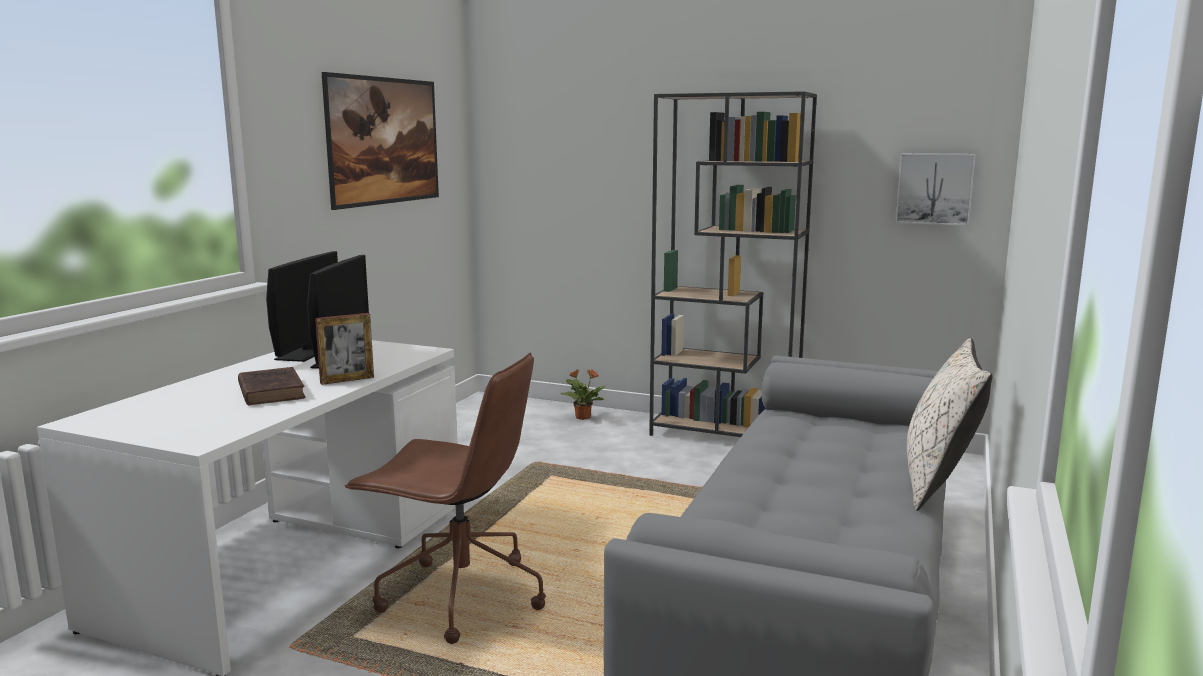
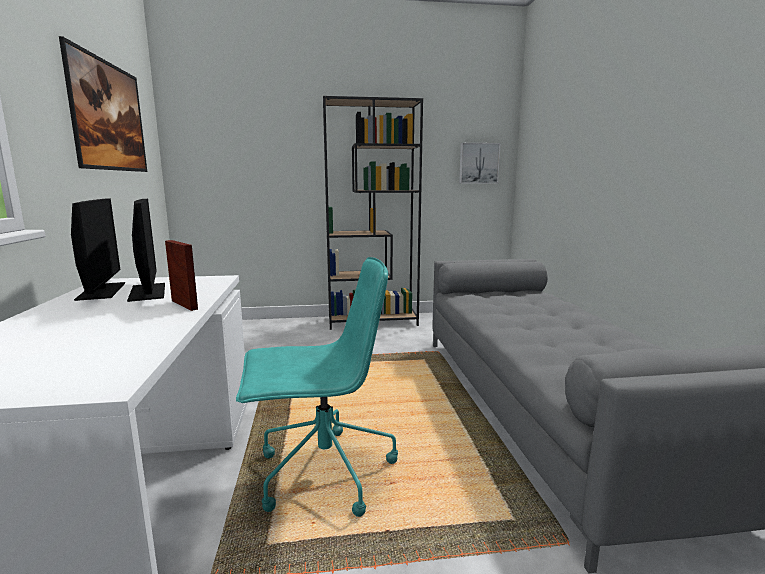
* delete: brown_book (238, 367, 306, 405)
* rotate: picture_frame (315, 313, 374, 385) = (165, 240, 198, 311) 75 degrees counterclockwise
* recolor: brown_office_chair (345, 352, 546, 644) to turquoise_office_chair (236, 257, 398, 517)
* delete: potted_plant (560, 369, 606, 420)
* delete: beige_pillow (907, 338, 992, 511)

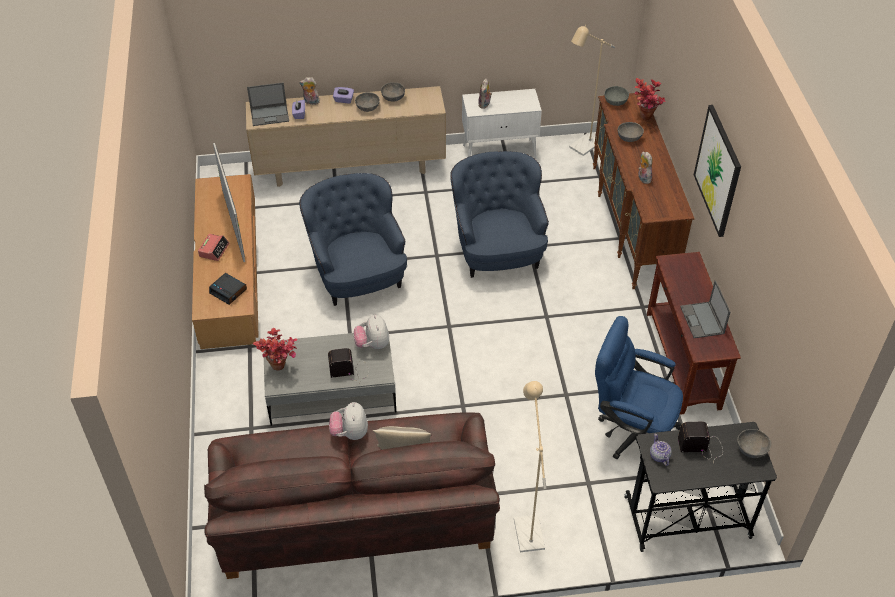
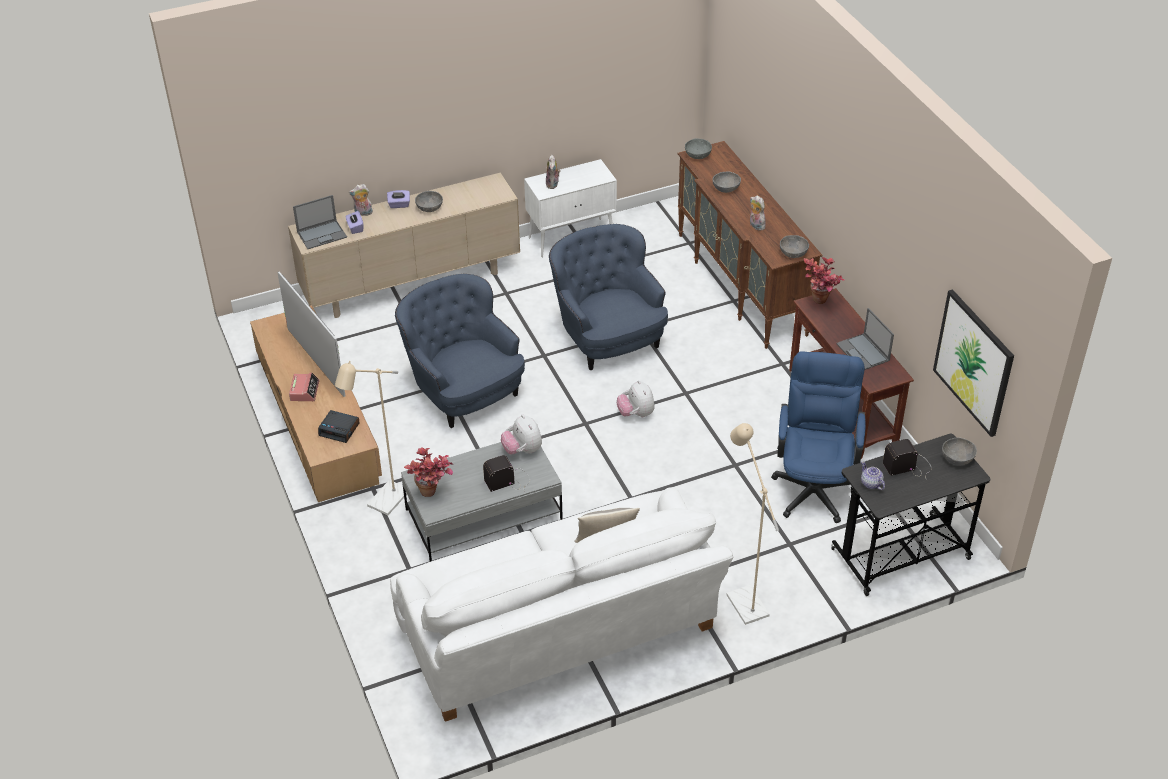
* recolor: brown_sofa (204, 412, 500, 579) to white_sofa (390, 487, 733, 722)
* move: plush_toy (329, 402, 368, 440) to (617, 380, 655, 417)
* move: grey_bowl (381, 82, 405, 102) to (780, 235, 809, 258)
* move: beige_floor_lamp (569, 25, 615, 156) to (335, 361, 407, 515)
* rotate: blue_office_chair (595, 316, 683, 460) = (771, 351, 866, 523) 90 degrees clockwise
* move: potted_plant (635, 78, 666, 120) to (804, 257, 845, 304)
* move: picture (694, 105, 741, 237) to (933, 289, 1014, 437)

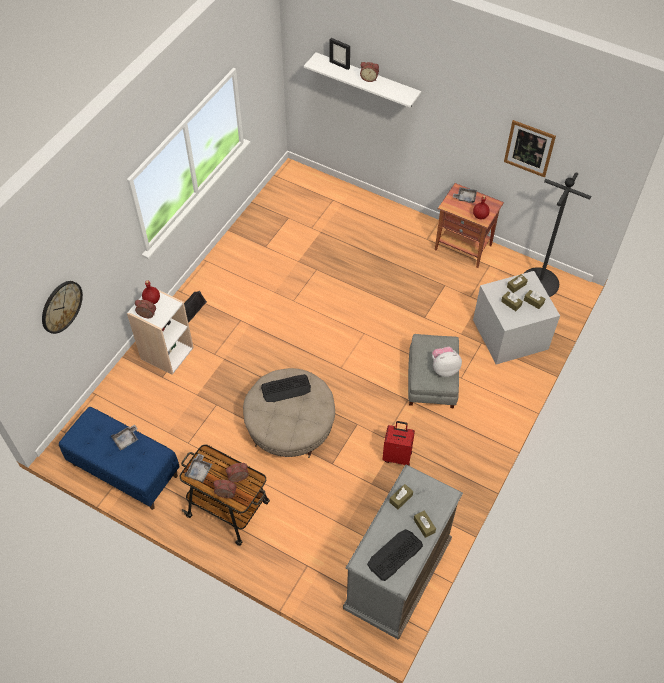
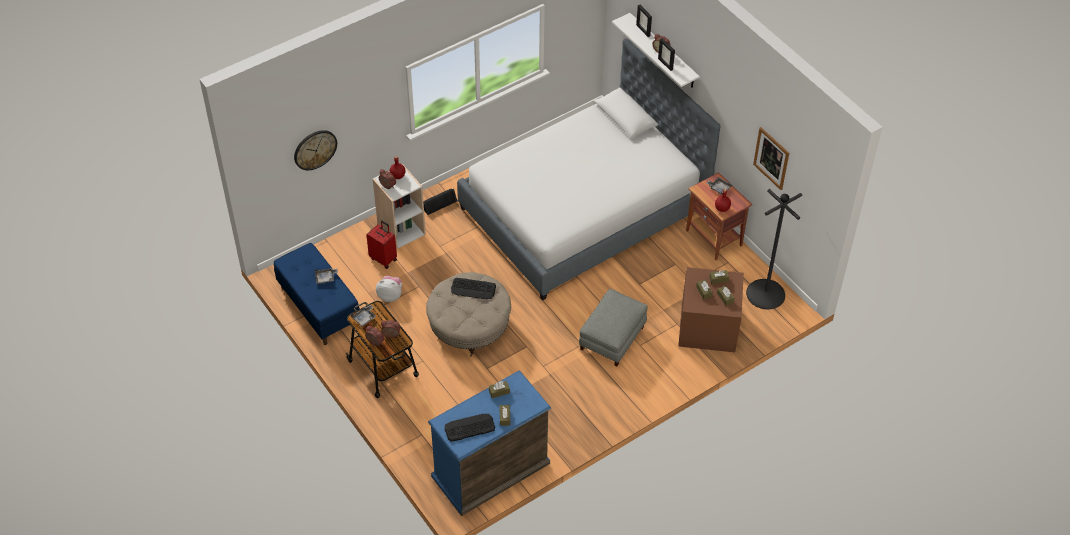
* recolor: grey_dresser (343, 465, 463, 639) to blue_dresser (428, 370, 551, 516)
* move: red_suitcase (382, 421, 415, 466) to (366, 221, 397, 269)
* move: plush_toy (432, 347, 462, 377) to (376, 276, 402, 302)
* recolor: grey_storage_box (473, 271, 560, 365) to brown_storage_box (678, 267, 744, 352)
* insert: bed (457, 39, 721, 300)
* insert: picture_frame (658, 38, 675, 71)

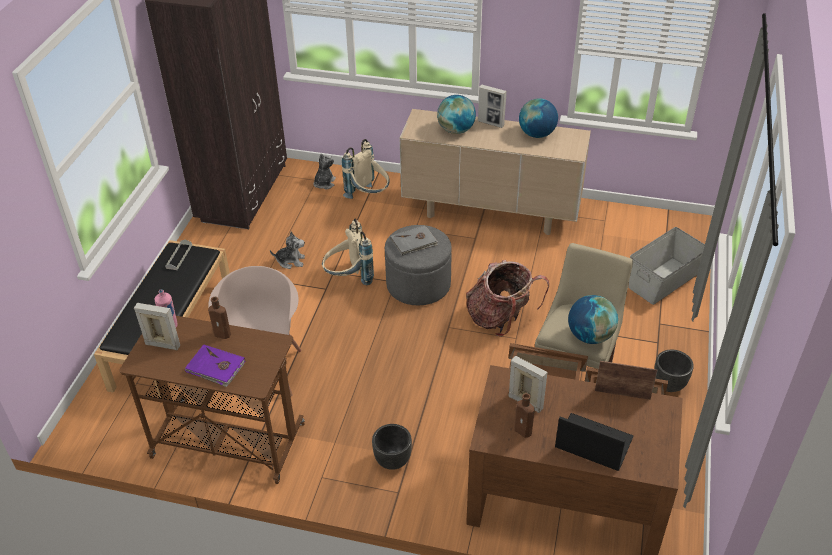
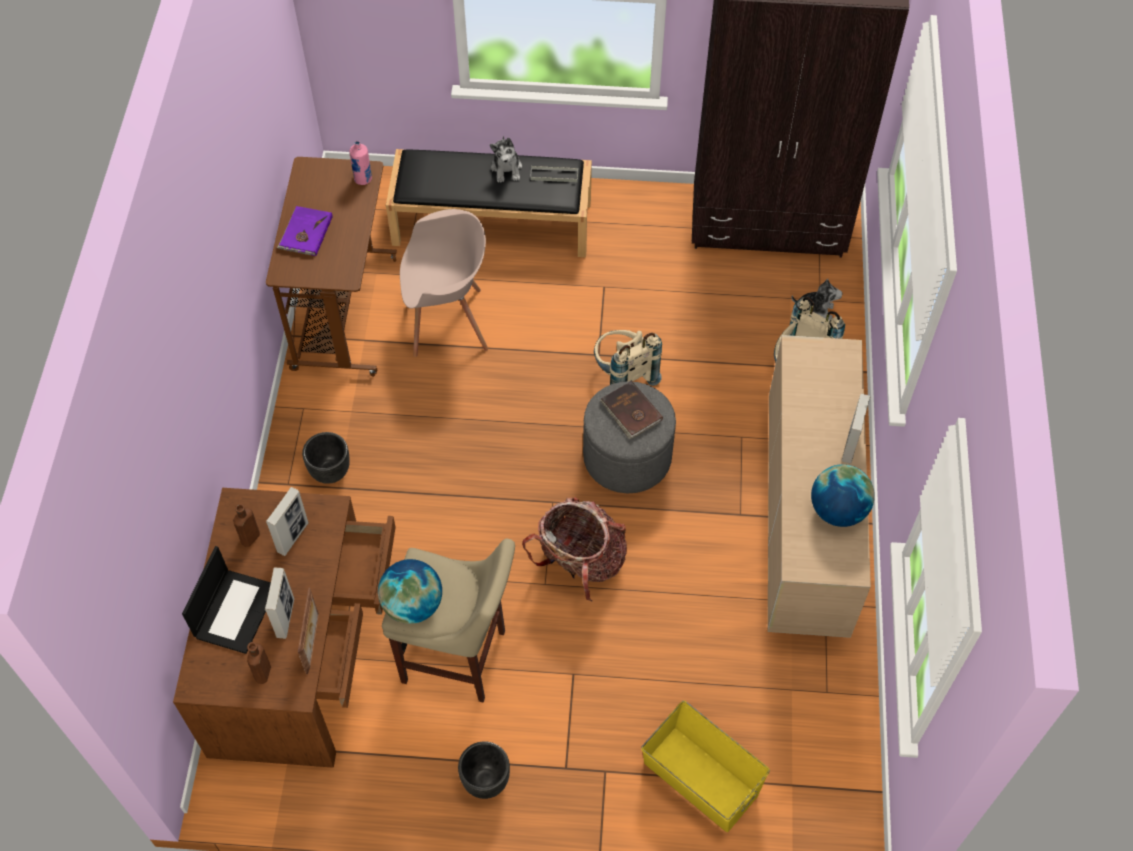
* move: picture_frame (134, 303, 180, 350) to (265, 568, 294, 639)
* move: brown_bottle (208, 297, 231, 339) to (247, 642, 271, 684)
* move: plush_toy (270, 232, 305, 269) to (490, 136, 522, 183)
* recolor: grey_book (390, 225, 438, 256) to brown_book (600, 381, 663, 440)
* delete: globe (437, 95, 476, 134)
* recolor: grey_storage_box (628, 227, 705, 305) to yellow_storage_box (641, 701, 770, 832)

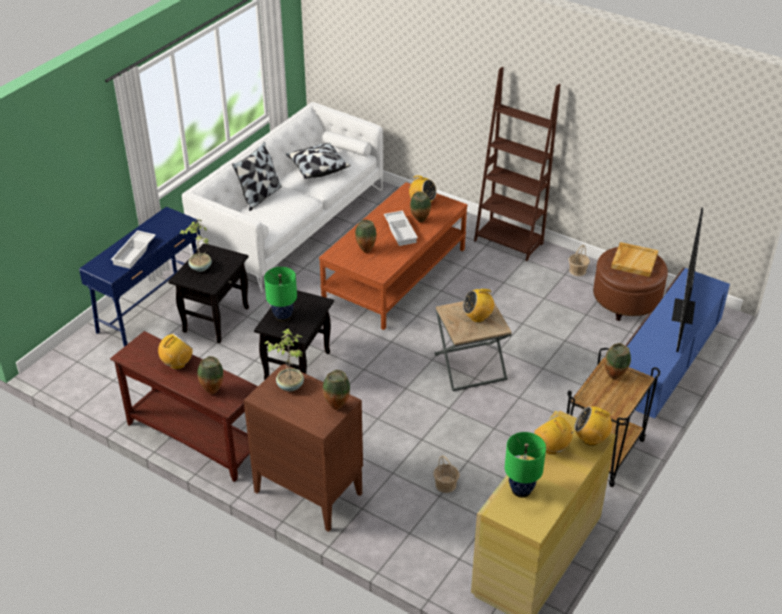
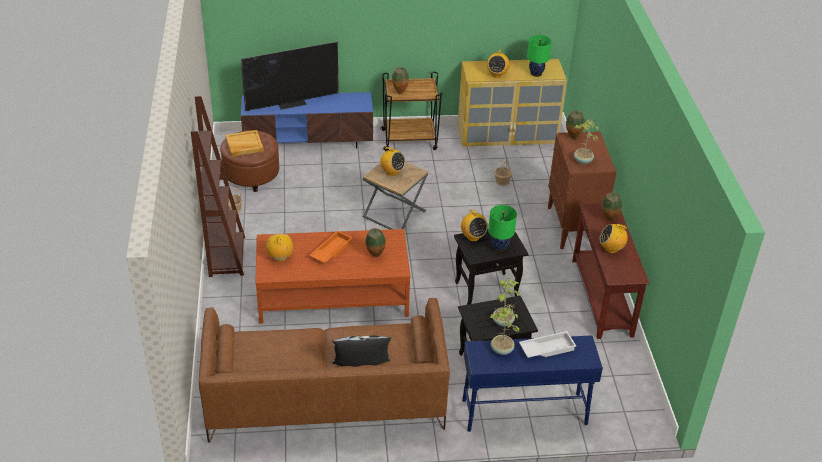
* recolor: white_sofa (182, 102, 383, 293) to brown_sofa (199, 298, 450, 443)
* delete: pillow (286, 143, 350, 179)
* recolor: white_tray (384, 210, 418, 246) to orange_tray (309, 231, 352, 263)
* delete: vase (410, 192, 431, 223)
* move: radio (574, 406, 616, 446) to (461, 209, 488, 241)
* insert: potted_plant (490, 305, 519, 355)

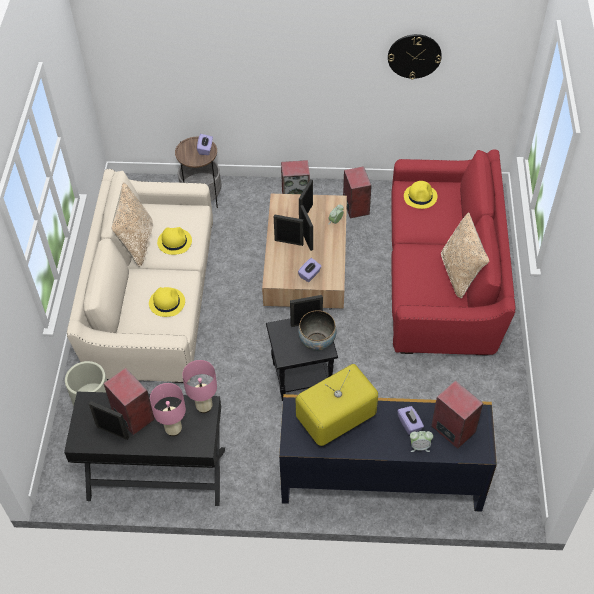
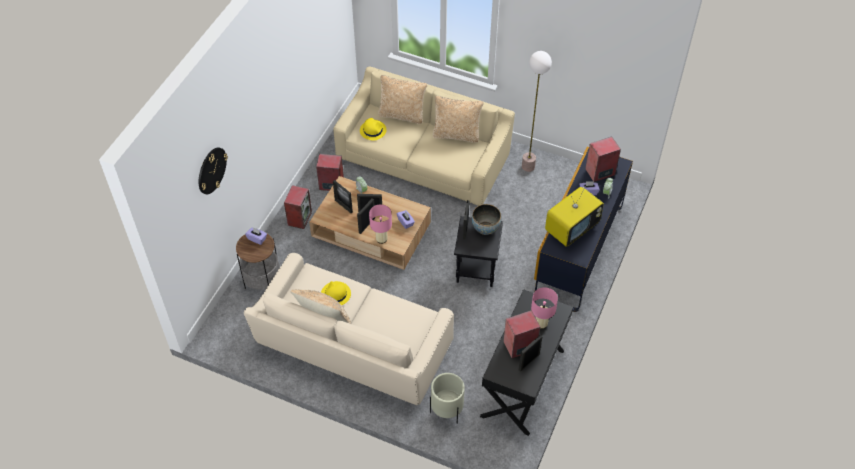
* delete: yellow_hat (149, 287, 185, 317)
* move: pink_table_lamp (182, 360, 217, 413) to (369, 204, 392, 244)
* rotate: television (296, 364, 378, 446) = (545, 186, 604, 247) 120 degrees counterclockwise
* move: wall_clock (388, 34, 442, 79) to (199, 147, 228, 194)
* recolor: red_sofa (391, 149, 516, 356) to beige_sofa (333, 66, 515, 205)
* insert: beige_pillow (379, 75, 428, 124)
* insert: floor_lamp (522, 51, 552, 172)

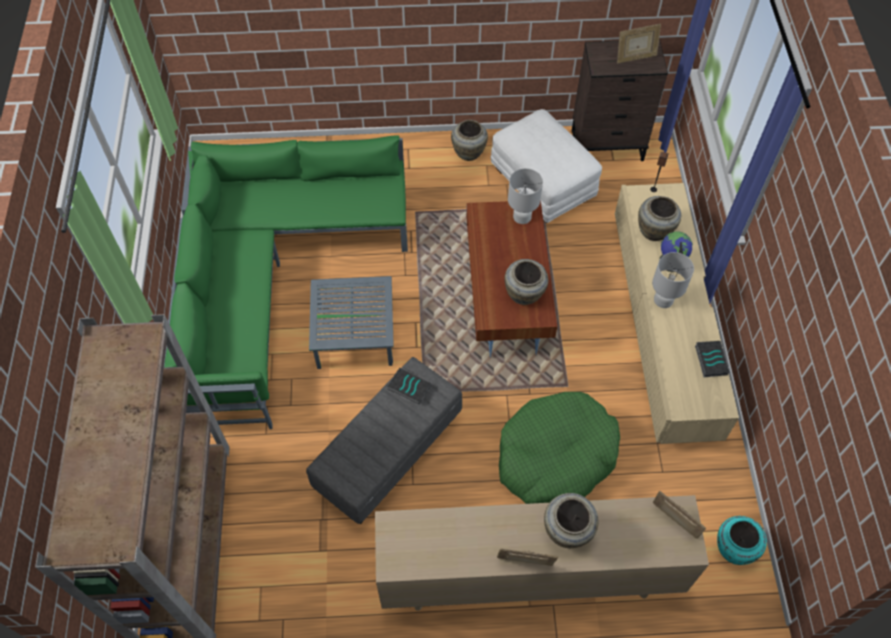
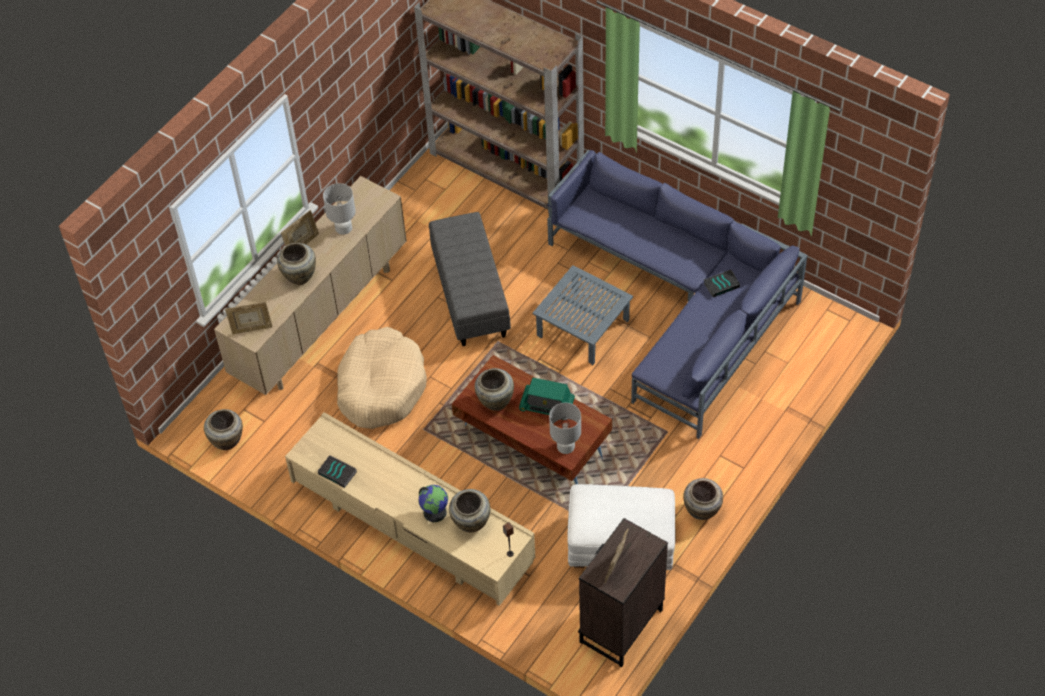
* recolor: green_sofa (164, 135, 408, 429) to blue_sofa (533, 149, 808, 439)
* move: book (387, 368, 431, 405) to (704, 270, 740, 297)
* recolor: green_dog_bed (499, 392, 620, 504) to beige_dog_bed (337, 327, 427, 429)
* move: grey_table_lamp (652, 252, 694, 308) to (323, 183, 356, 235)
* recolor: turquoise_vase (717, 516, 767, 565) to beige_vase (204, 409, 243, 450)
* insert: radio (519, 378, 575, 420)

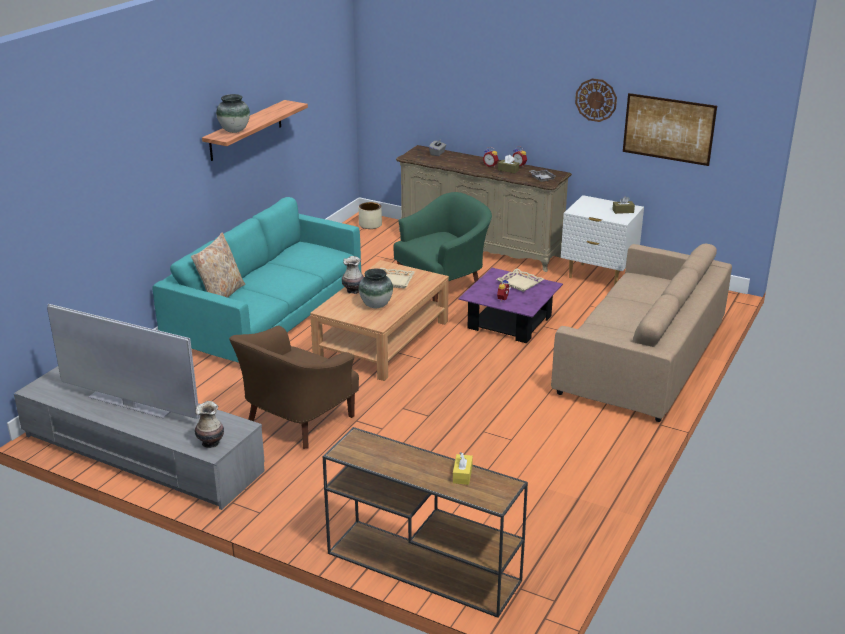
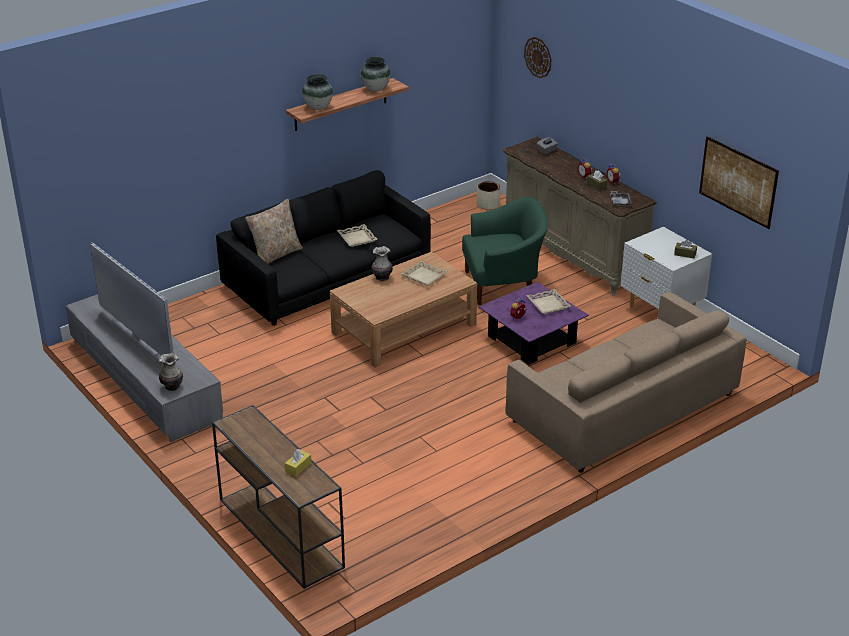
* recolor: turquoise_sofa (152, 197, 361, 363) to black_sofa (216, 170, 431, 326)
* delete: brown_armchair (229, 326, 359, 449)
* move: vase (359, 269, 393, 308) to (361, 57, 390, 92)
* move: wall_clock (575, 78, 617, 122) to (524, 37, 552, 78)
* insert: beige_tray (337, 224, 377, 247)

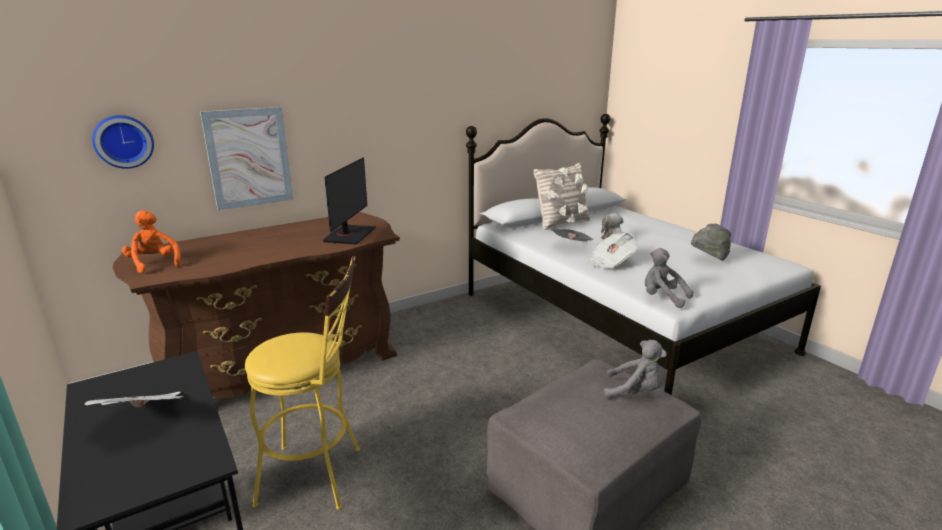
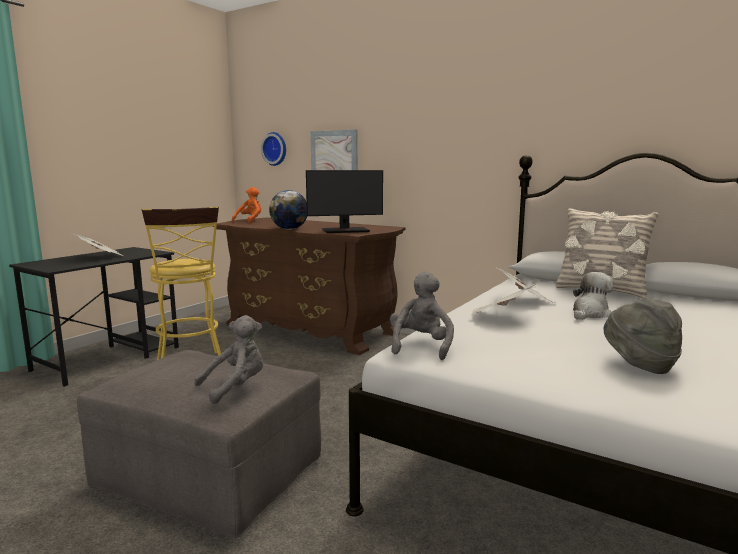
* rotate: grey_plush_toy (604, 340, 667, 399) = (194, 315, 264, 404) 120 degrees counterclockwise
* insert: globe (269, 190, 308, 229)

